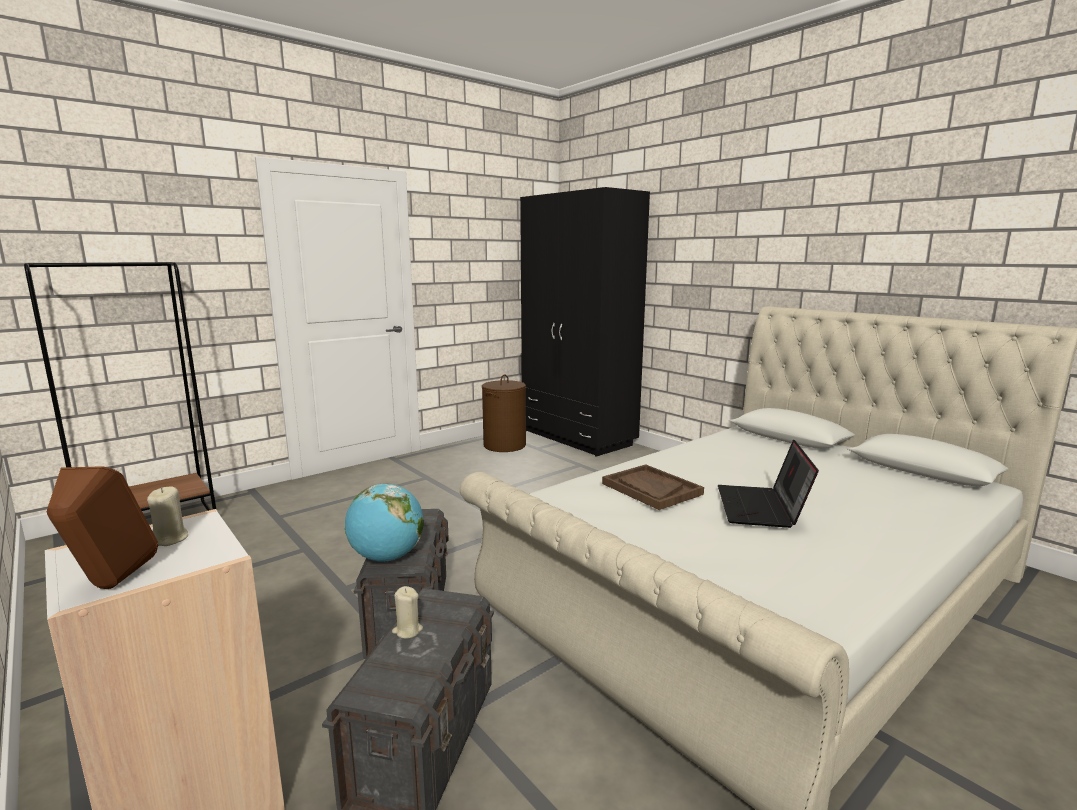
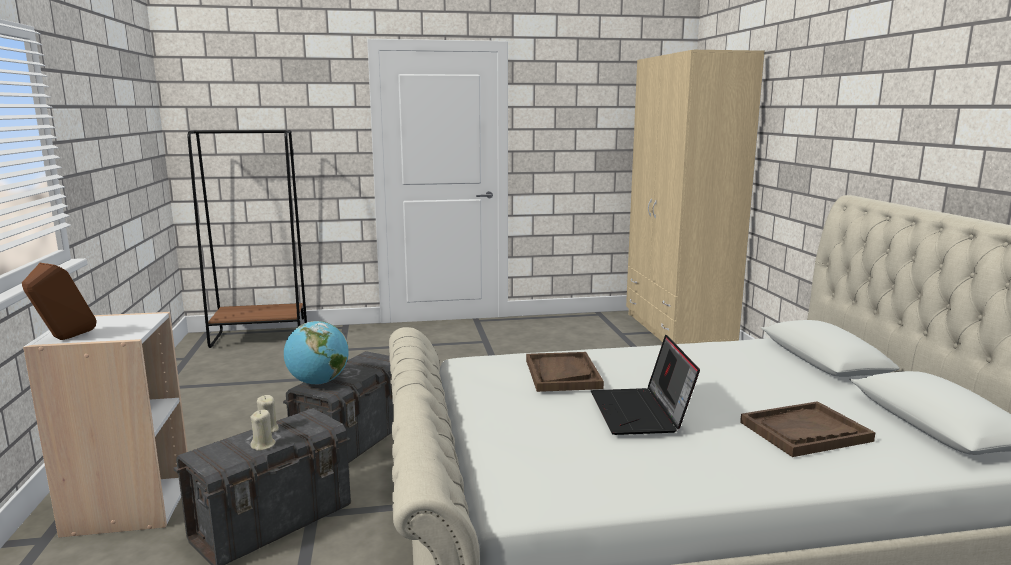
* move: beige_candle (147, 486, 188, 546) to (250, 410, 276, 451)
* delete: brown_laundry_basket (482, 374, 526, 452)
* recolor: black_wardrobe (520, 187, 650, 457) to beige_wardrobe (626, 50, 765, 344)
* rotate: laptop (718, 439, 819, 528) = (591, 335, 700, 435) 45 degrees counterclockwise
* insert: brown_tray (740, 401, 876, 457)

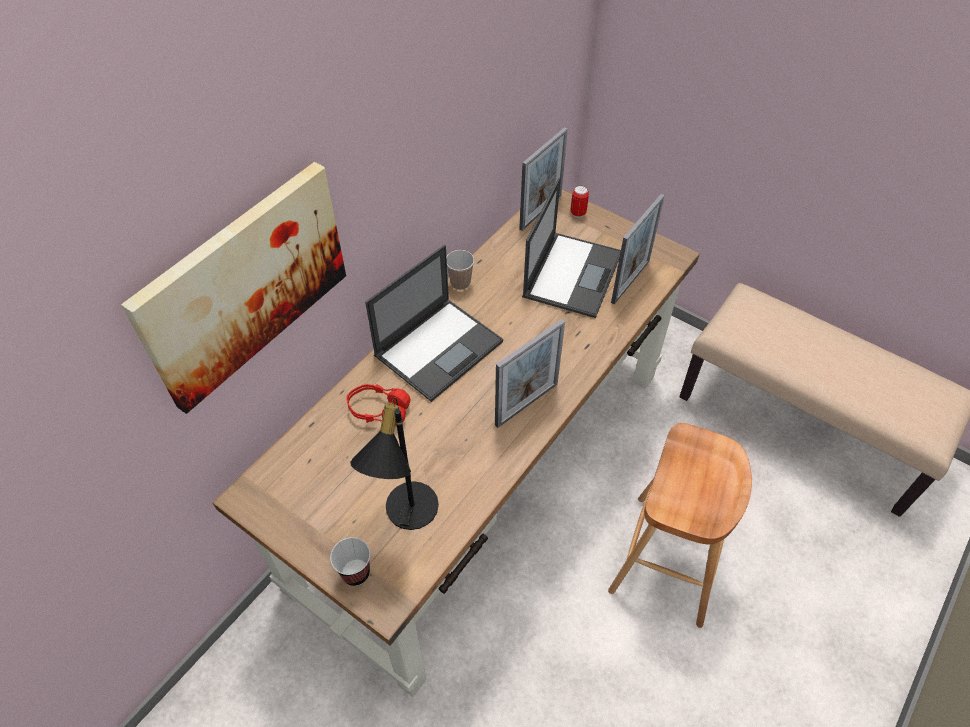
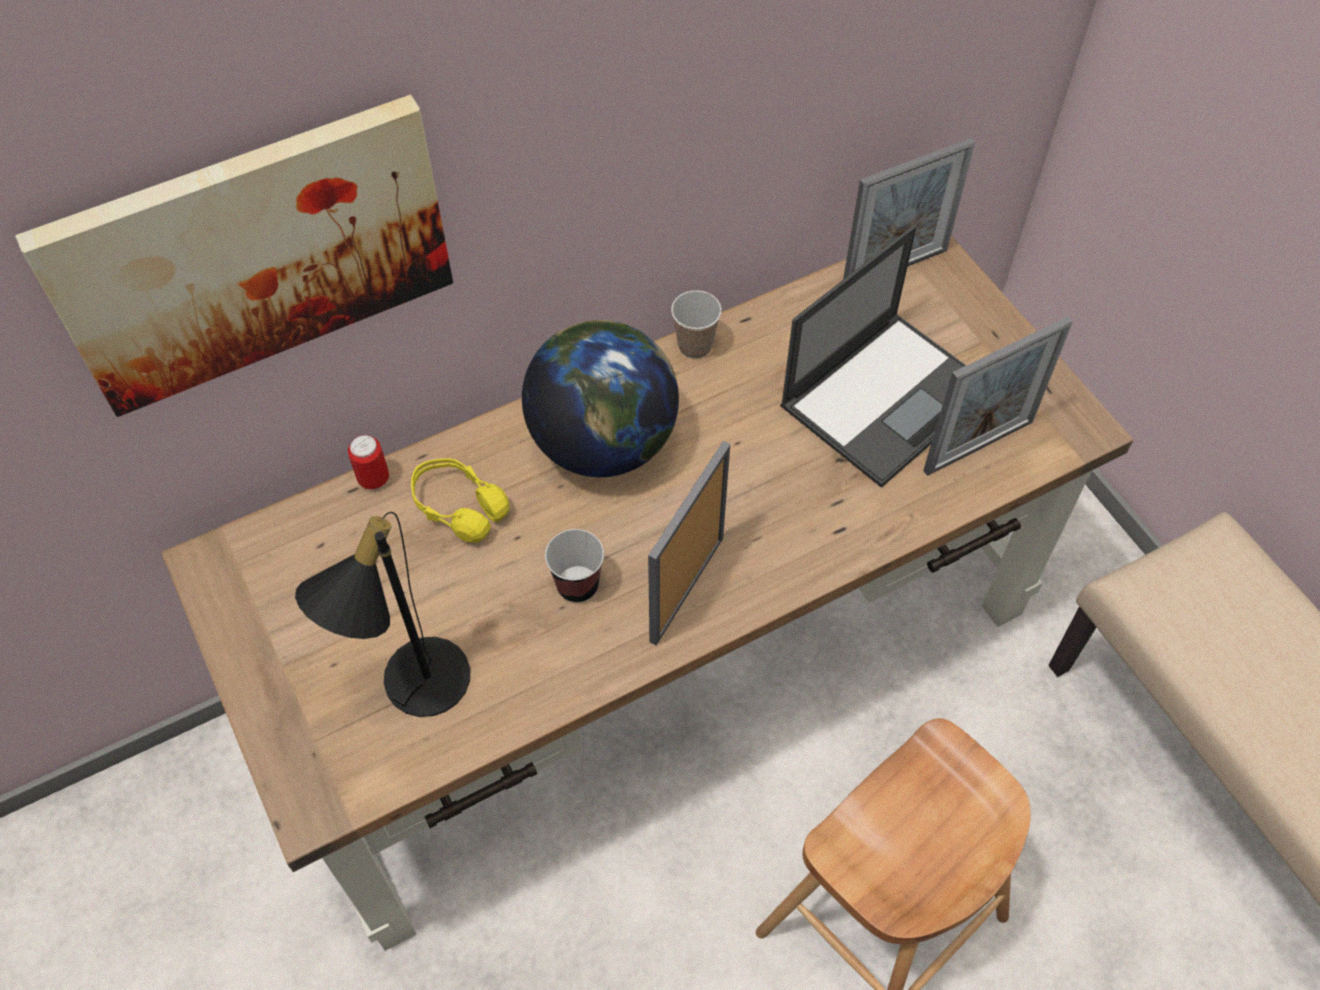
* move: cup (330, 537, 370, 586) to (545, 529, 604, 603)
* recolor: red_headphones (346, 384, 410, 426) to yellow_headphones (411, 458, 509, 543)
* replace: laptop (365, 245, 503, 402) to globe (522, 320, 679, 477)
* rotate: picture_frame (495, 319, 565, 428) = (648, 441, 730, 645) 135 degrees clockwise
* move: can (571, 185, 589, 218) to (348, 435, 389, 490)

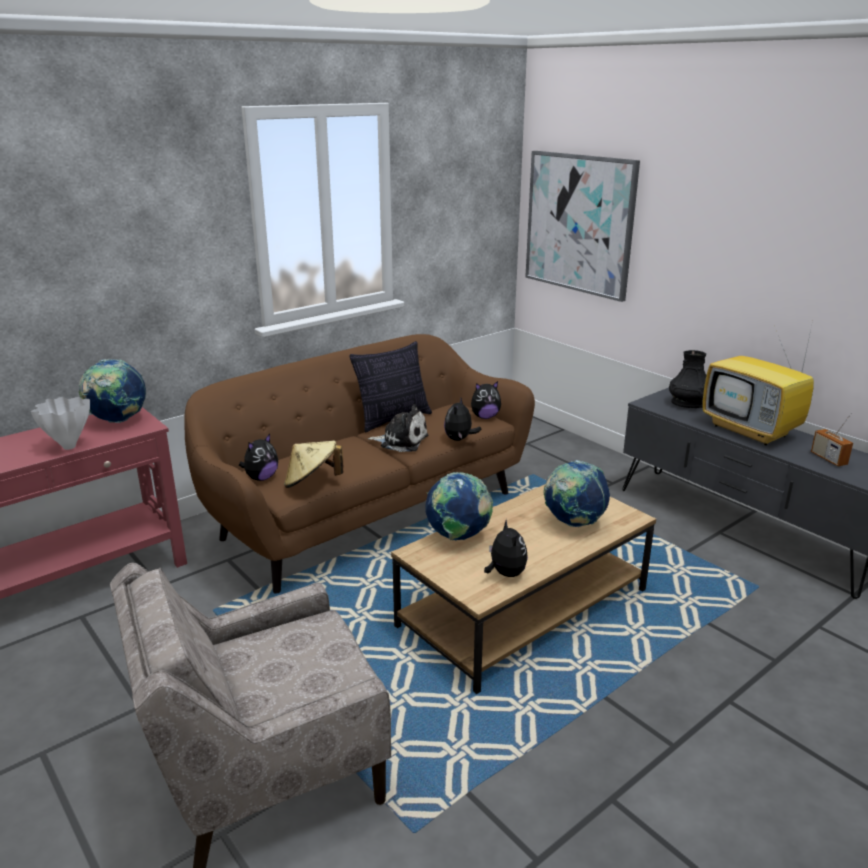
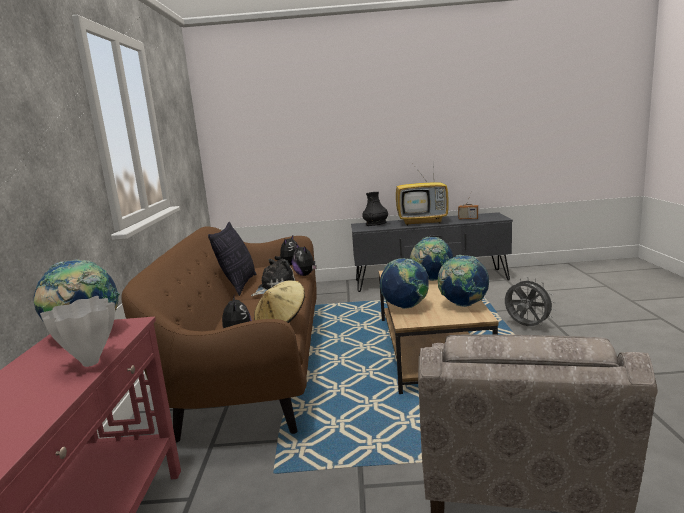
* replace: plush_toy (484, 519, 528, 577) to globe (438, 255, 489, 307)
* delete: picture (525, 151, 640, 302)
* insert: grey_fan (505, 277, 556, 326)

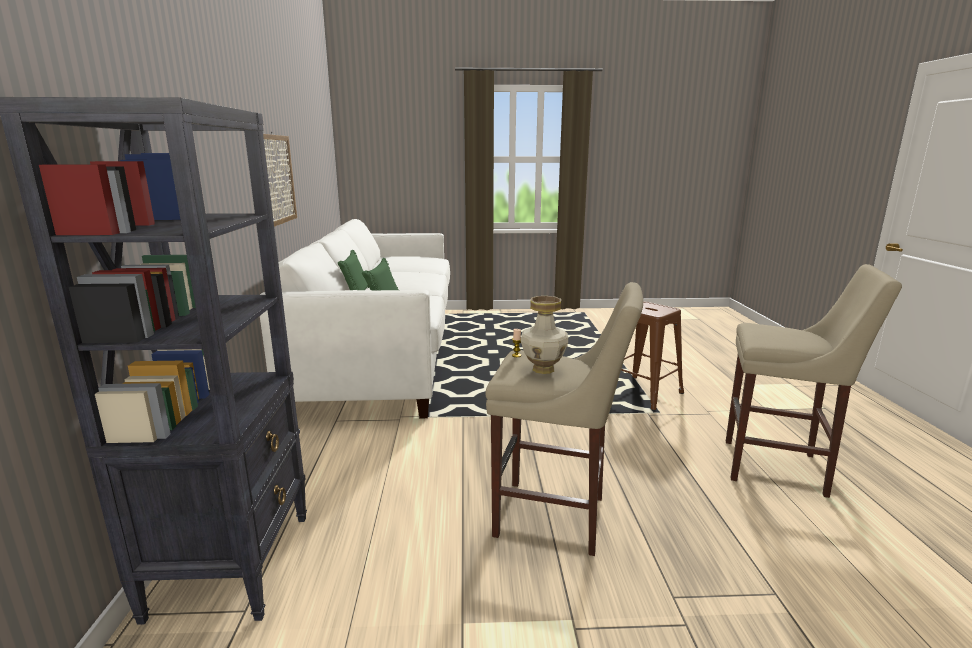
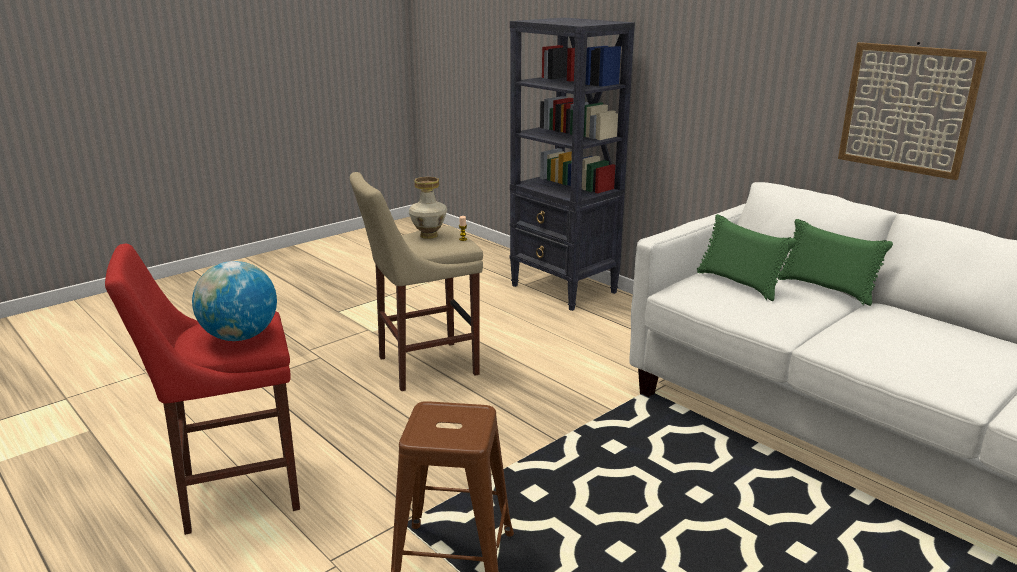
* recolor: beige_stool (726, 264, 902, 498) to red_stool (105, 244, 300, 535)
* insert: globe (192, 261, 277, 341)

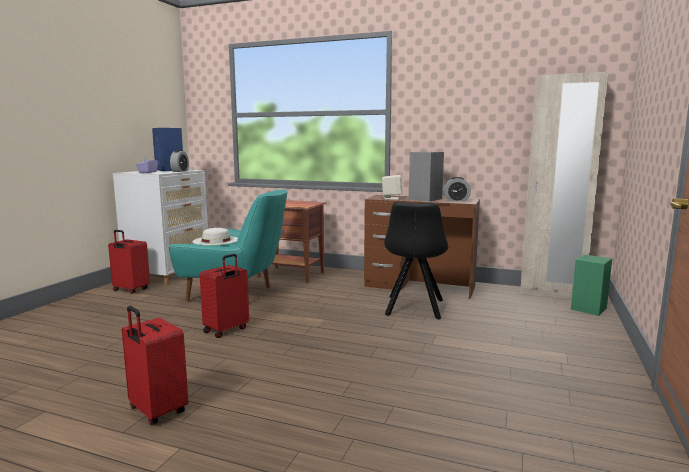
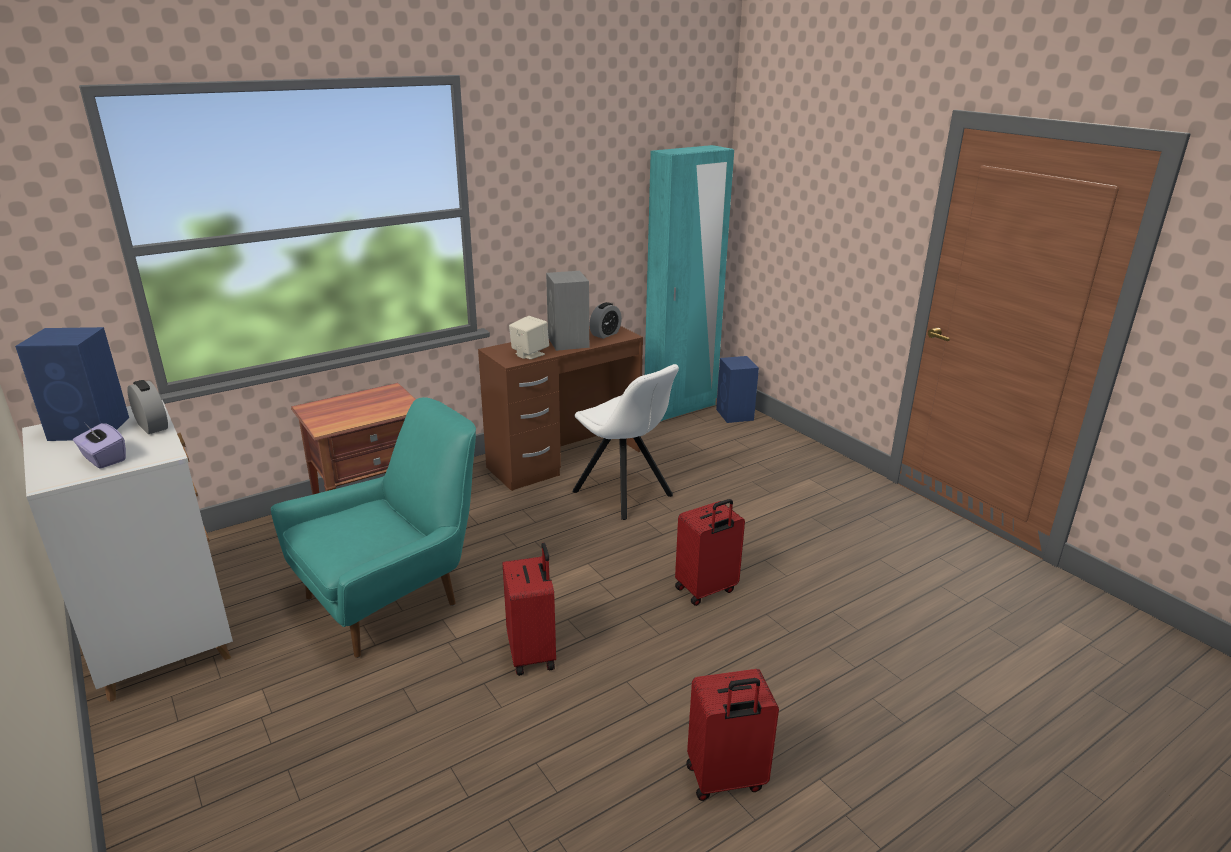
* move: red_suitcase (108, 230, 150, 294) to (675, 499, 745, 606)
* delete: white_hat (192, 228, 238, 245)
* recolor: black_chair (384, 202, 449, 319) to white_chair (573, 364, 679, 520)
* recolor: beige_wardrobe (520, 72, 608, 299) to turquoise_wardrobe (645, 145, 734, 421)
* recolor: green_speaker (571, 254, 612, 316) to blue_speaker (716, 356, 759, 423)

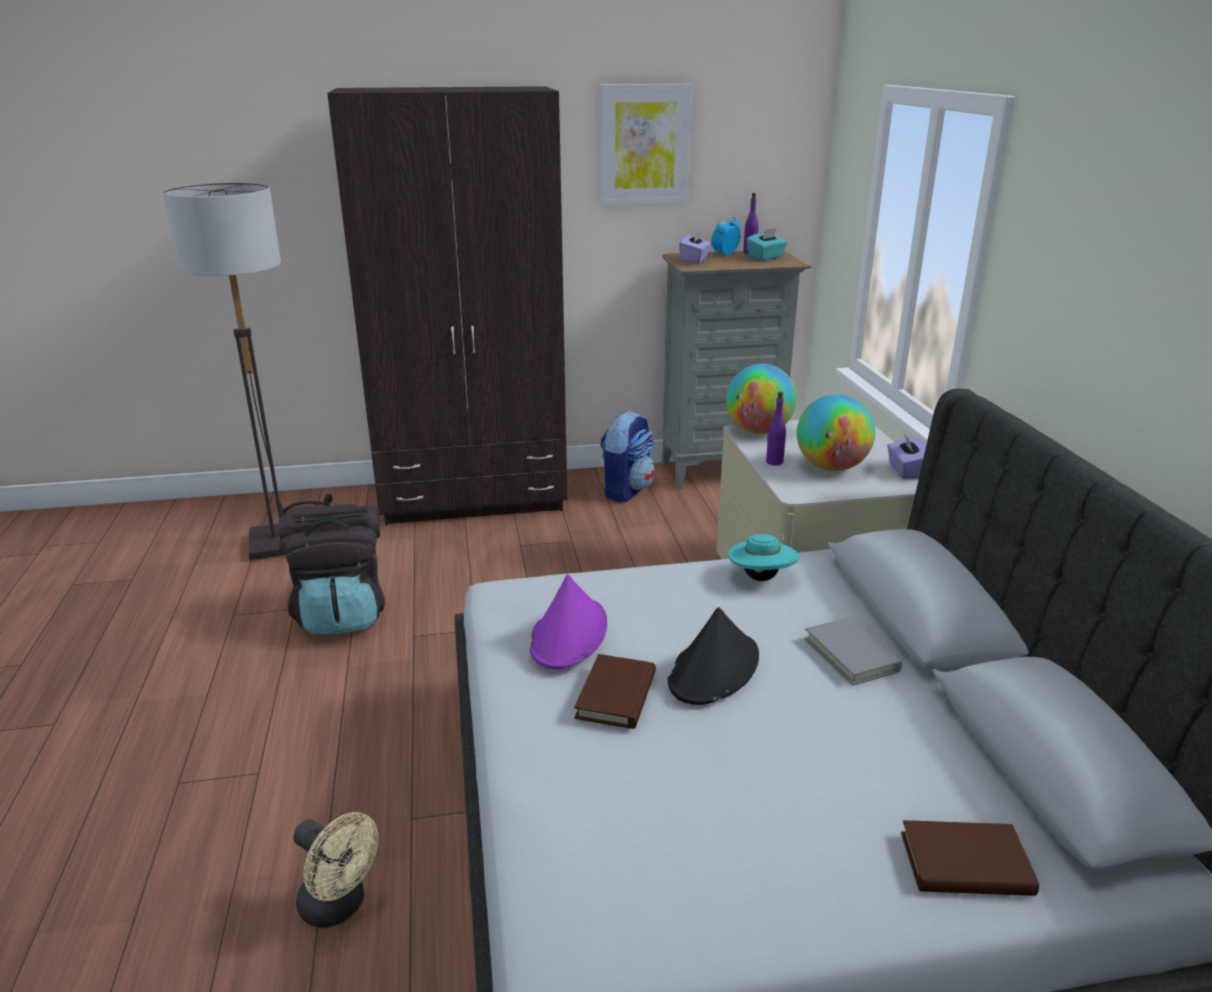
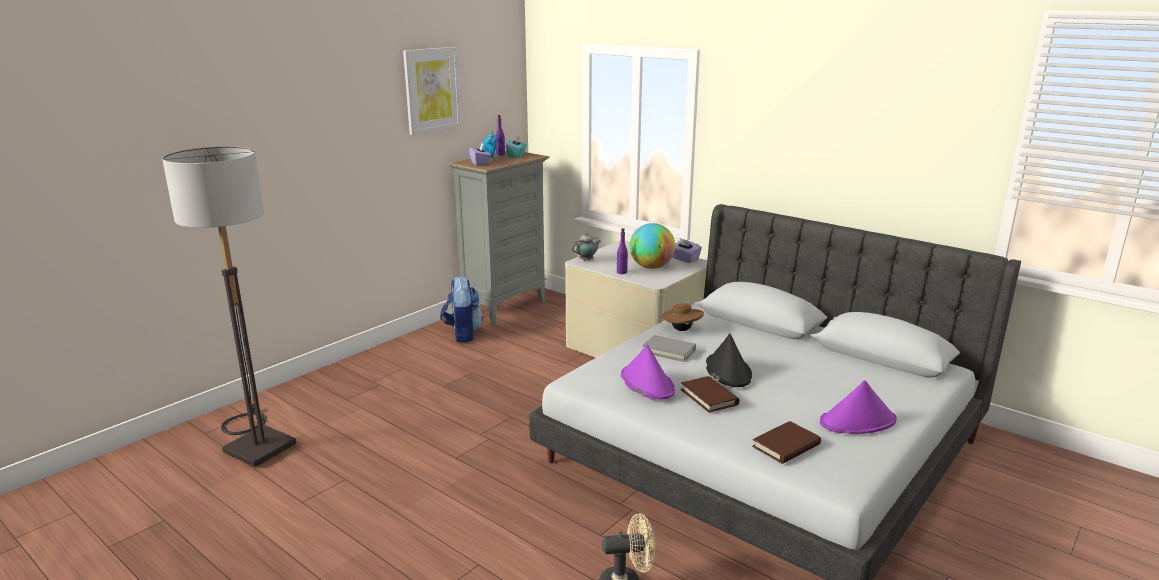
* delete: black_backpack (279, 504, 385, 634)
* delete: brown_wardrobe (327, 86, 567, 525)
* replace: globe (726, 364, 797, 434) to teapot (572, 232, 601, 261)
* recolor: turquoise_hat (728, 534, 799, 581) to brown_hat (662, 301, 704, 331)
* move: grey_book (804, 617, 902, 686) to (642, 335, 696, 362)
* move: brown_book (901, 820, 1039, 896) to (752, 421, 821, 464)
* insert: purple_hat (820, 380, 897, 434)

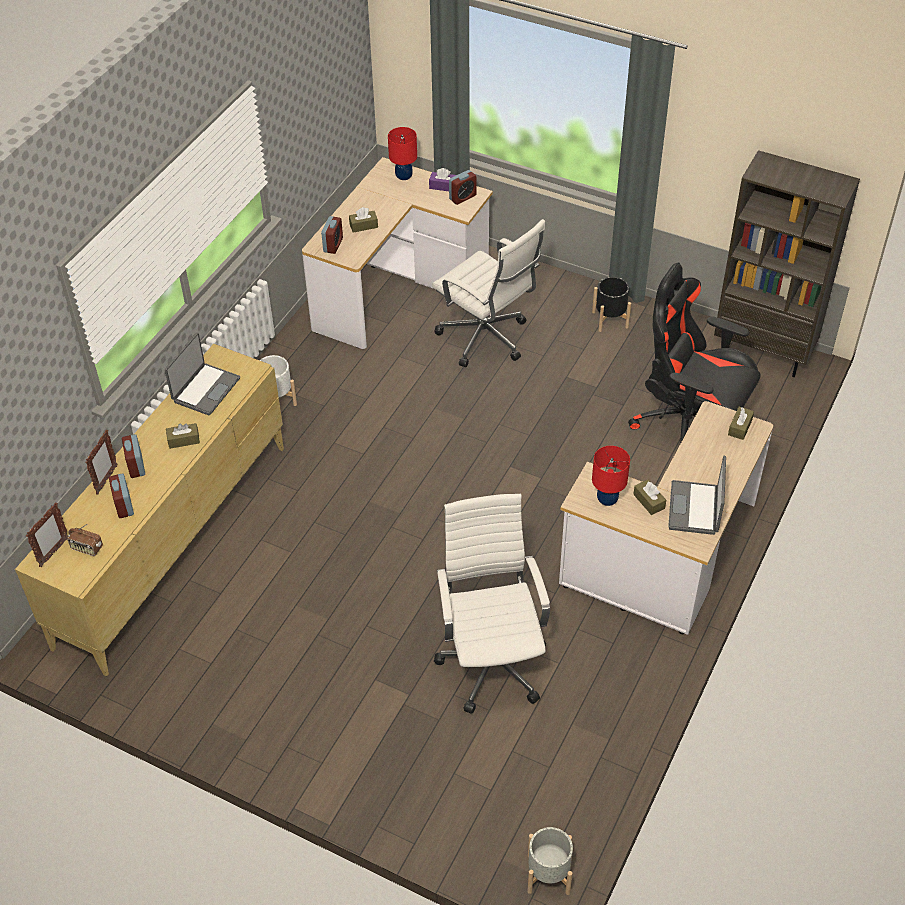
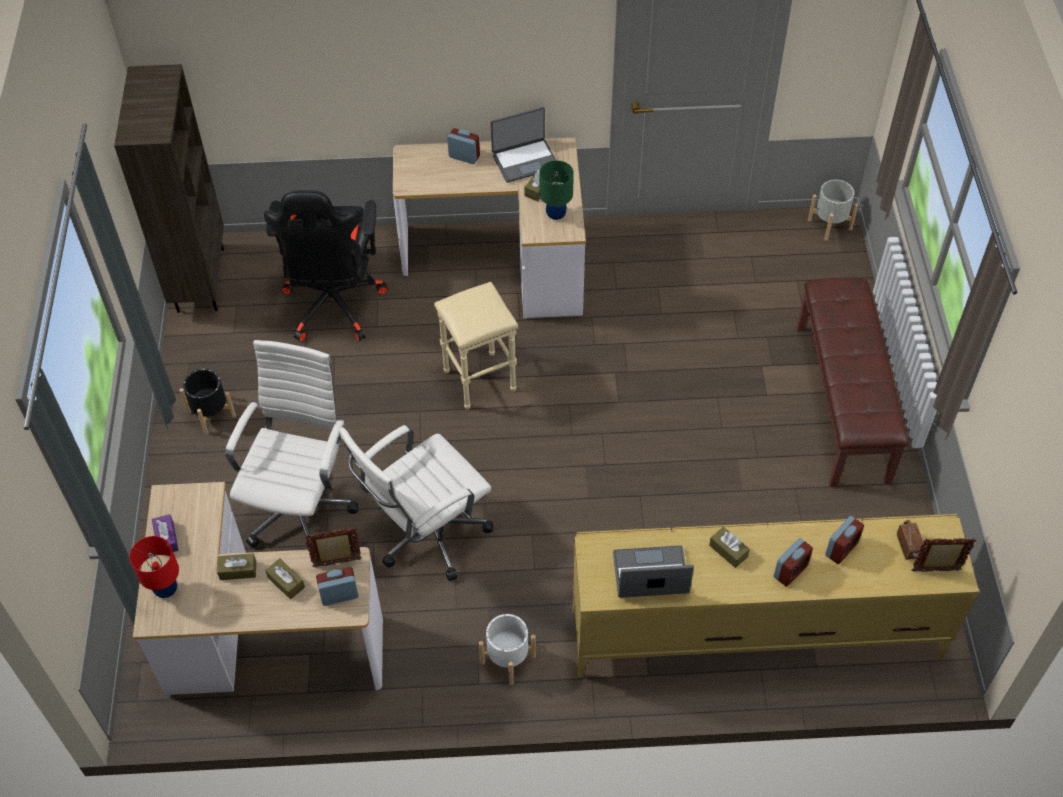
* move: picture_frame (85, 430, 118, 494) to (304, 527, 361, 568)
* move: white_office_chair (434, 494, 550, 714) to (339, 425, 493, 581)
* move: alarm_clock (449, 170, 477, 205) to (447, 128, 480, 164)
* recolor: red_table_lamp (592, 446, 630, 506) to green_table_lamp (539, 160, 574, 220)
* move: brown_tissue_box (728, 407, 754, 440) to (217, 553, 256, 580)
* insert: beige_stool (434, 282, 518, 409)
* insert: brown_bench (797, 277, 908, 487)

